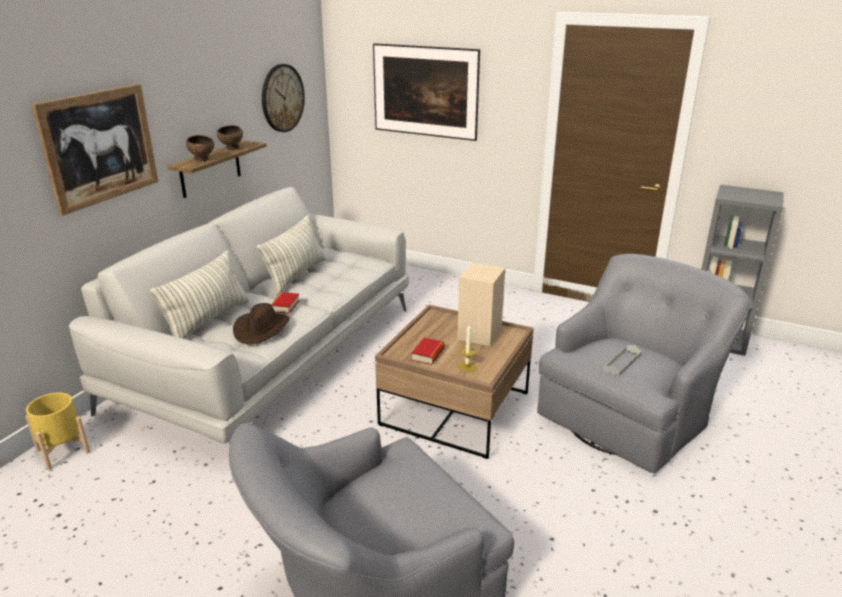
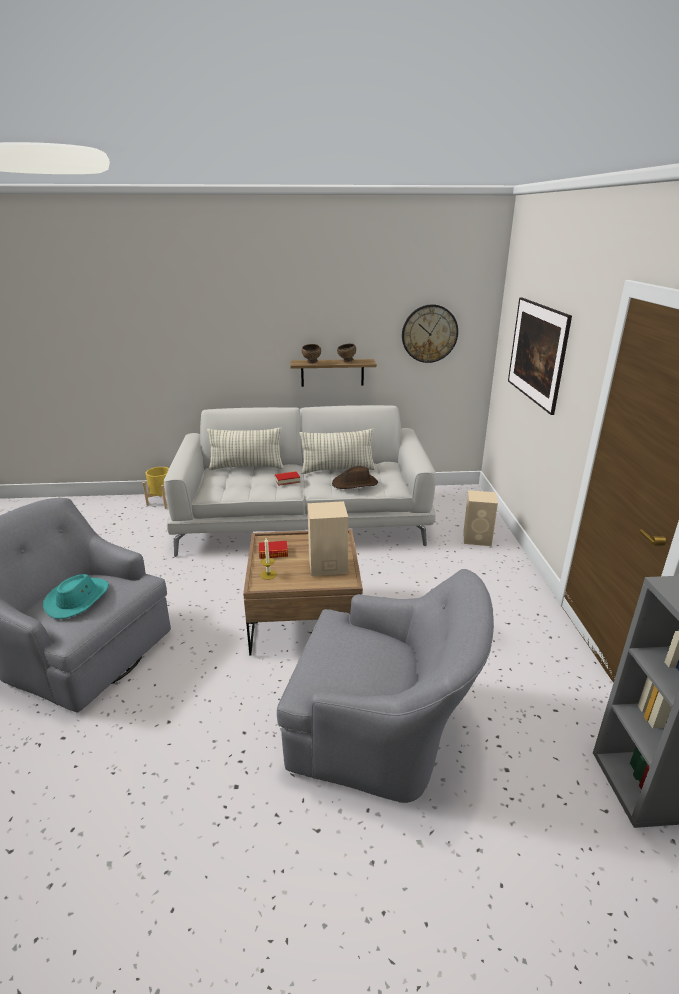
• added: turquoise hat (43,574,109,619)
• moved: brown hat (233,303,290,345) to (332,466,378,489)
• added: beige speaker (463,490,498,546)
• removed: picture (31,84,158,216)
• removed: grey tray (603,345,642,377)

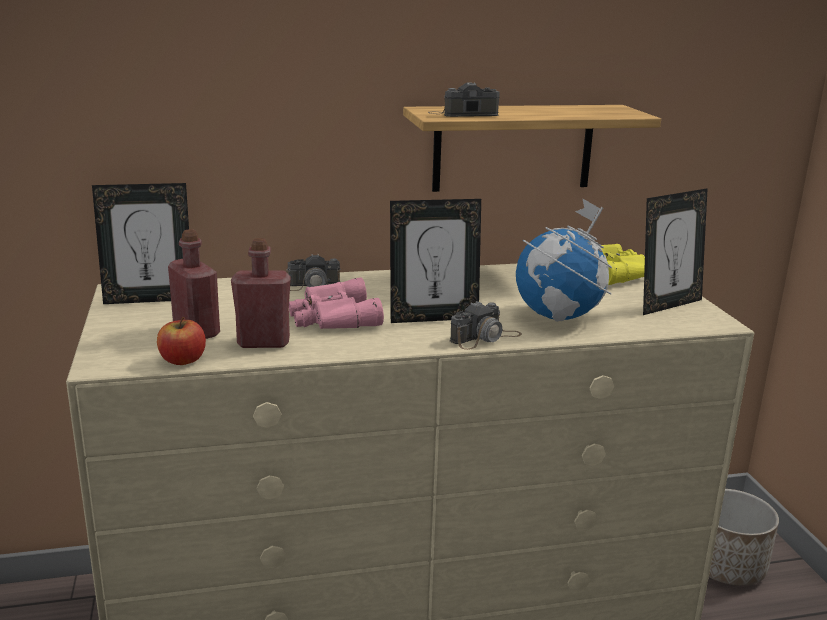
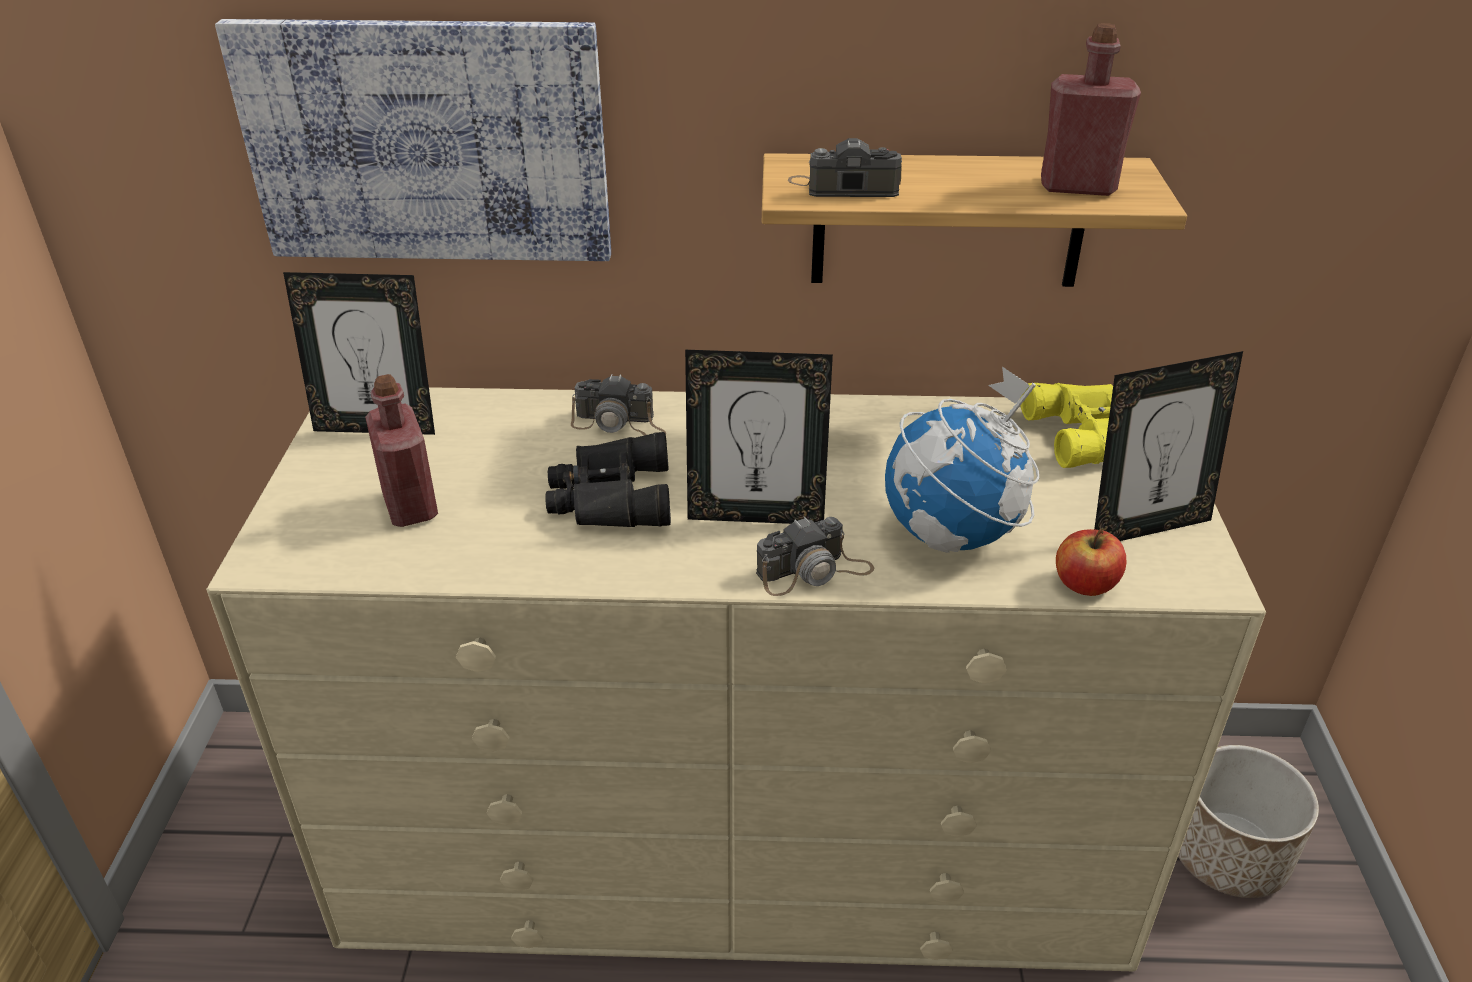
• added: picture (215,19,611,261)
• recoloured: pink binoculars (289,278,384,329) to black binoculars (545,432,671,527)
• moved: red bottle (231,238,291,348) to (1041,23,1141,196)
• moved: apple (157,317,206,365) to (1056,529,1126,596)

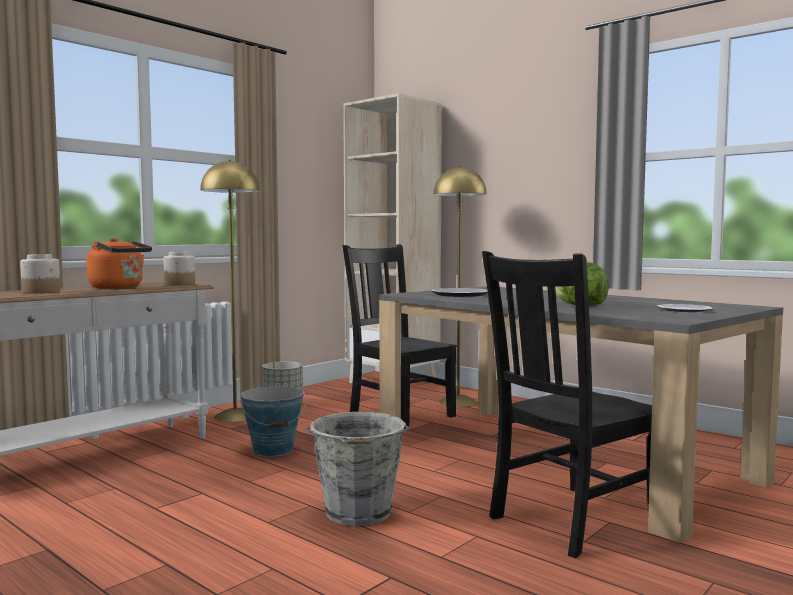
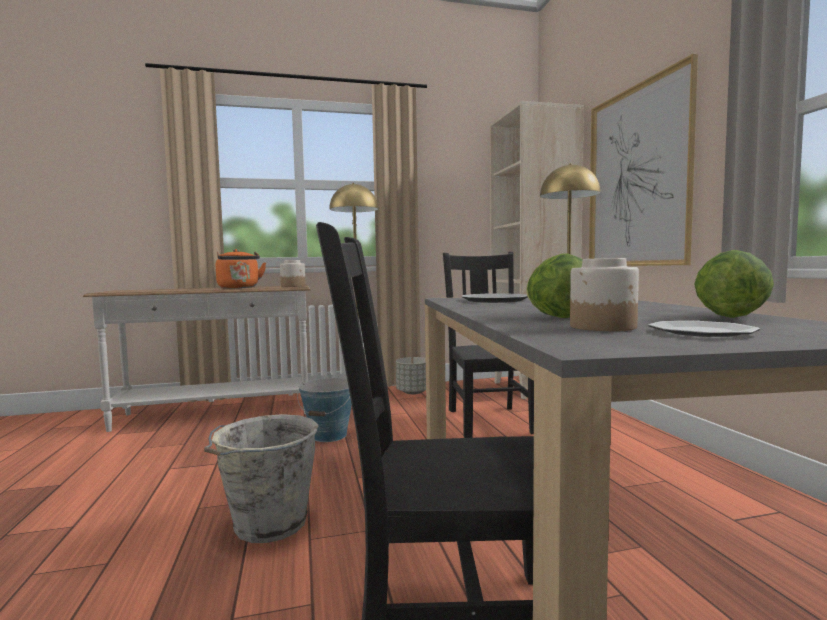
• moved: jar (20,254,60,293) to (570,258,639,331)
• added: picture (589,54,698,266)
• added: lettuce (694,250,774,318)

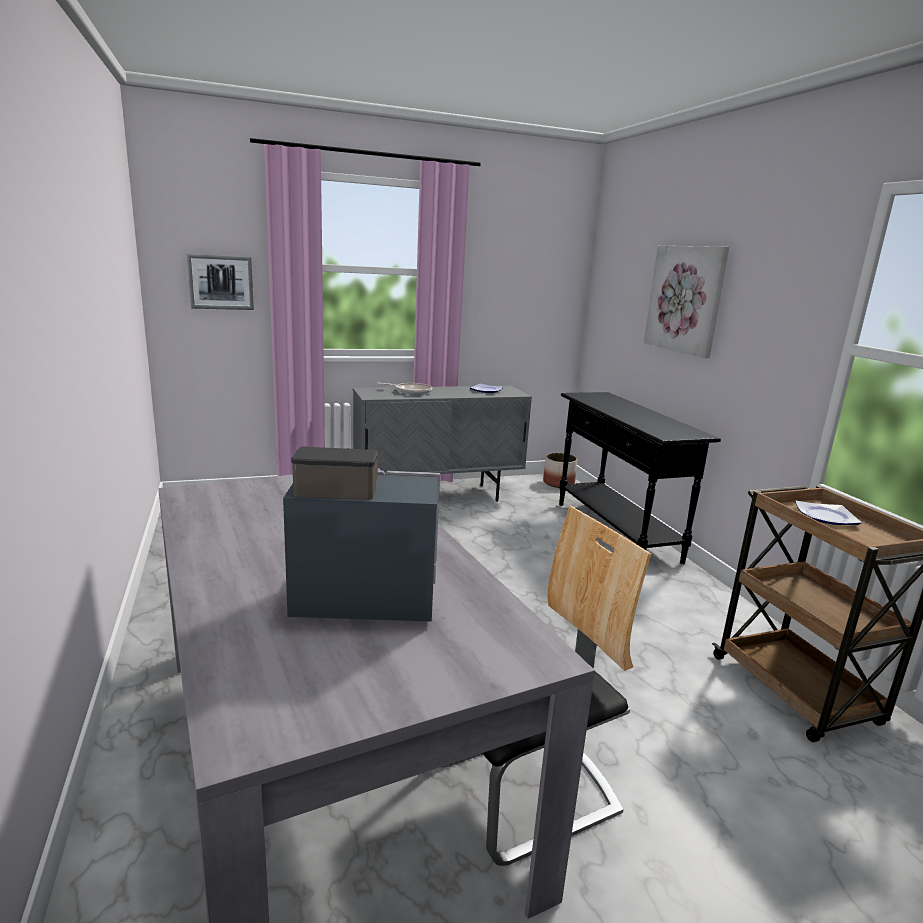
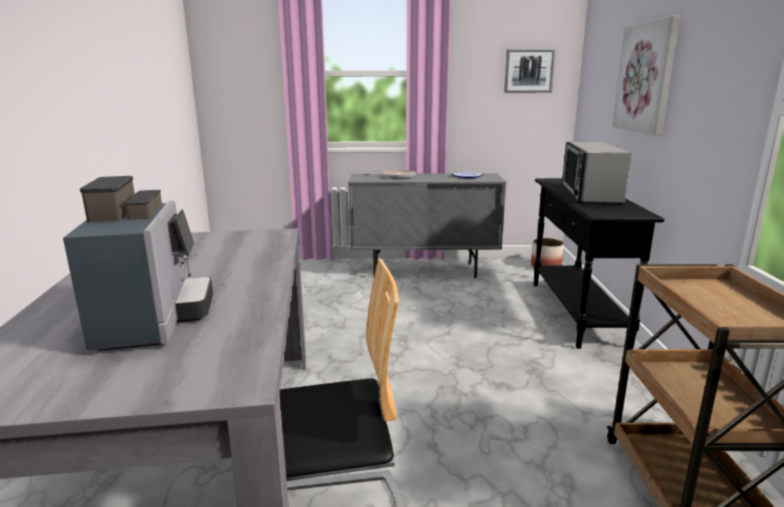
• turned: coffee machine (283,447,440,622) = (63,176,213,351) 60 degrees clockwise
• moved: picture (187,254,254,310) to (504,49,556,93)
• added: microwave (562,142,631,204)
• removed: plate (795,501,862,525)

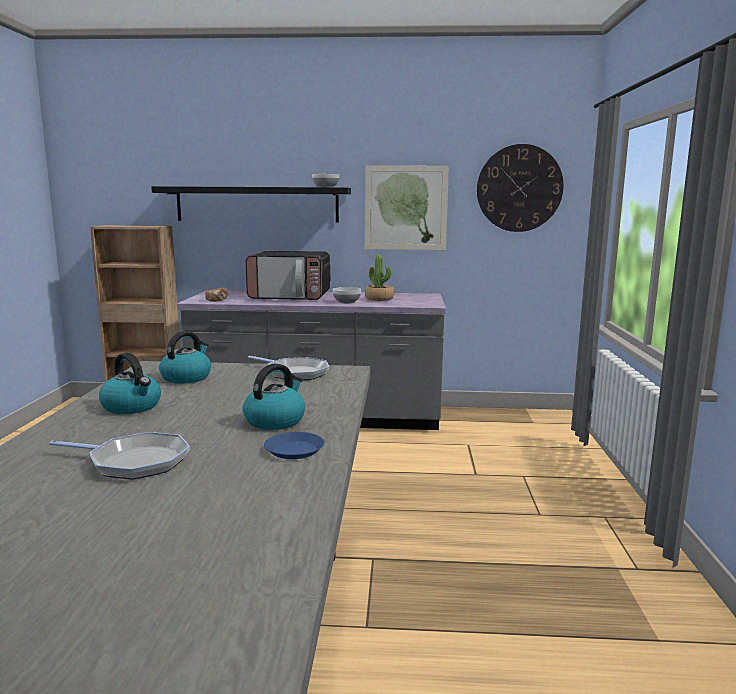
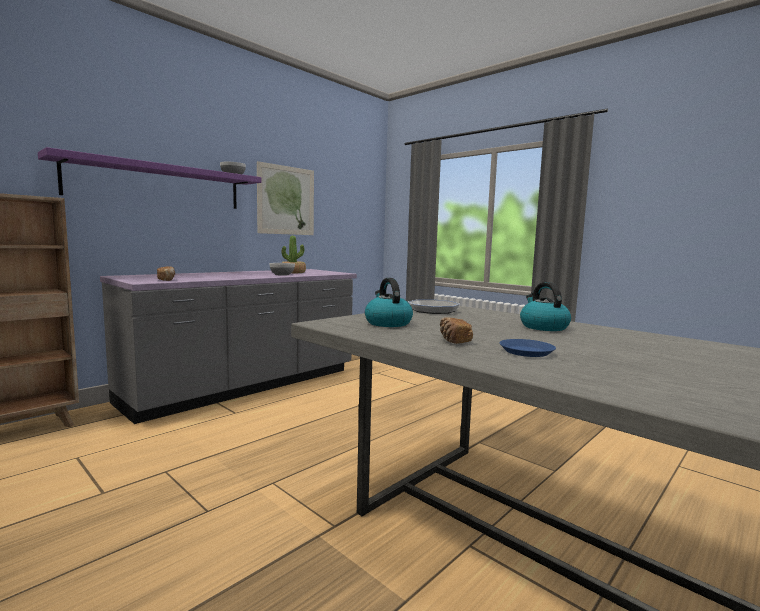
• recoloured: black shelf (151,186,351,222) to purple shelf (38,147,262,209)
• replaced: kettle (99,353,161,414) to bread (440,317,473,344)
• moved: blue plate (264,432,324,459) to (500,339,556,357)
• removed: frying pan (49,432,190,480)
• removed: microwave (246,251,330,300)
• removed: wall clock (477,144,564,232)

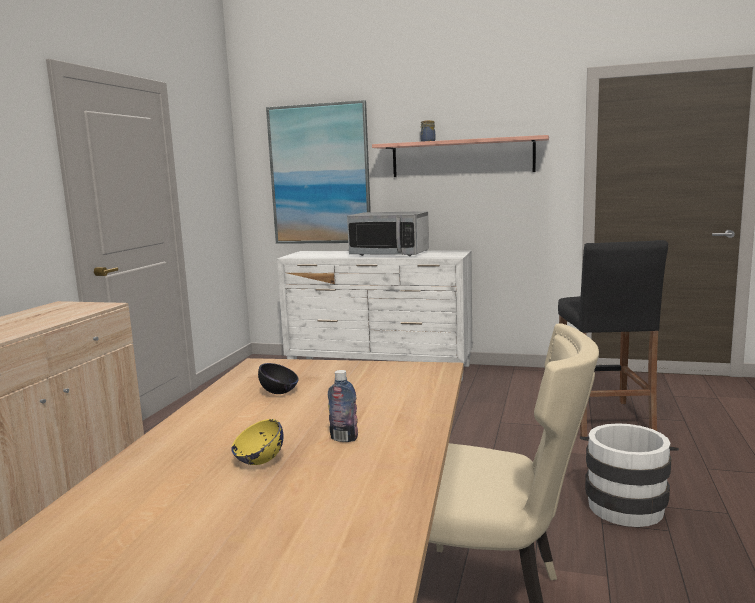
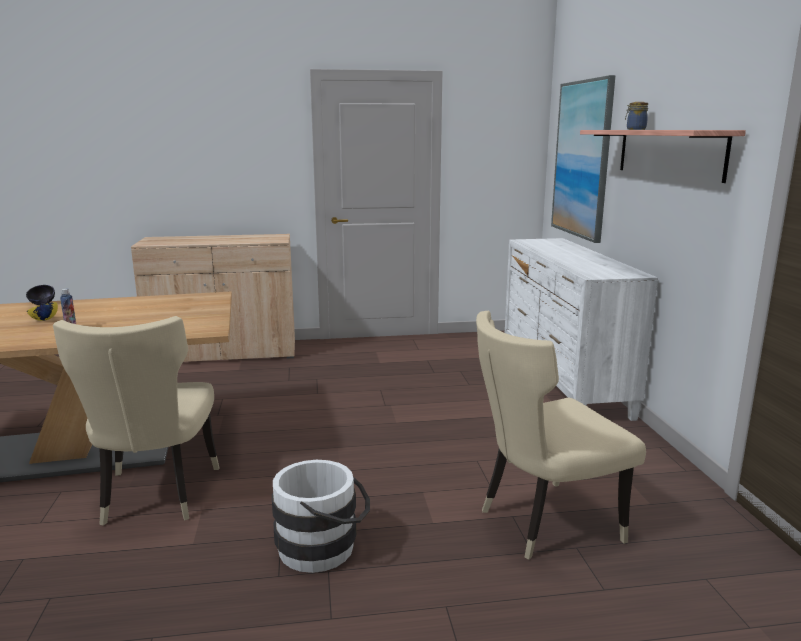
• moved: black bowl (258,363,299,394) to (26,285,55,305)
• replaced: black stool (558,240,668,437) to beige chair (476,311,646,560)
• removed: microwave (347,211,429,256)

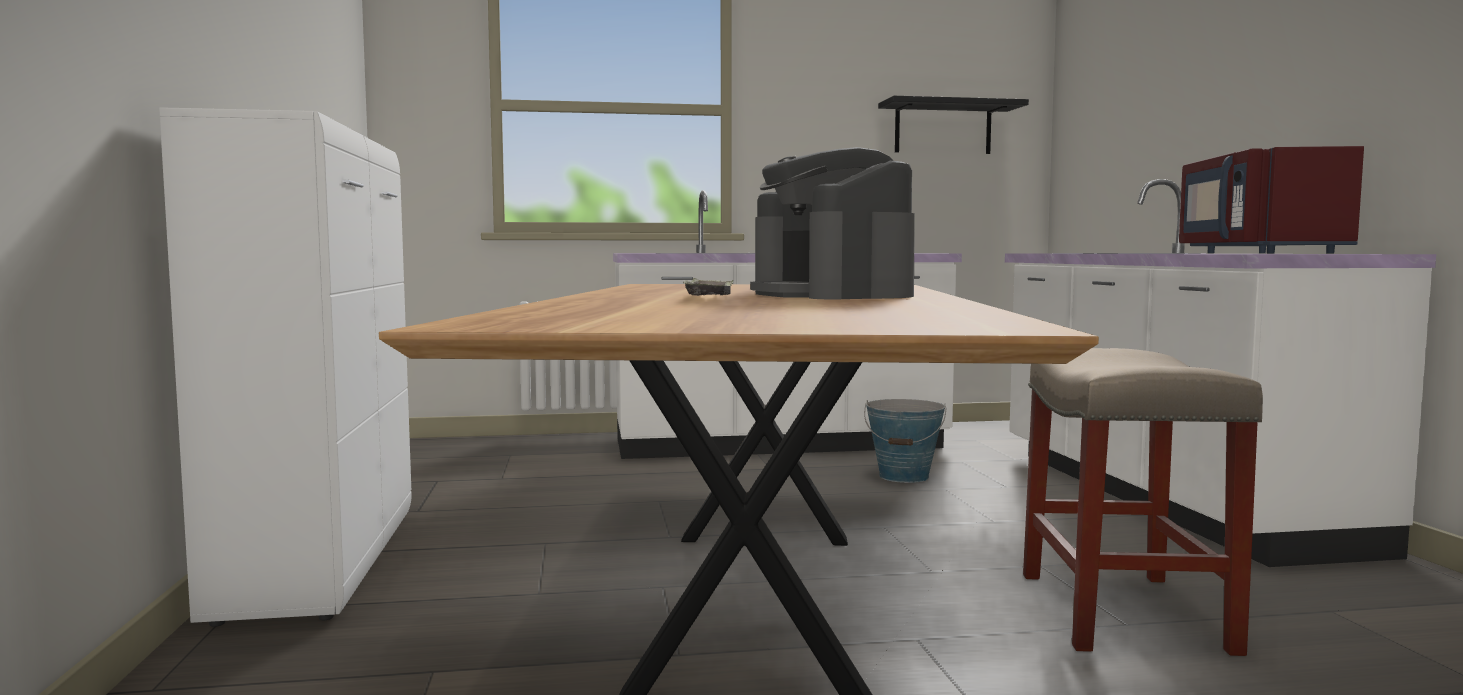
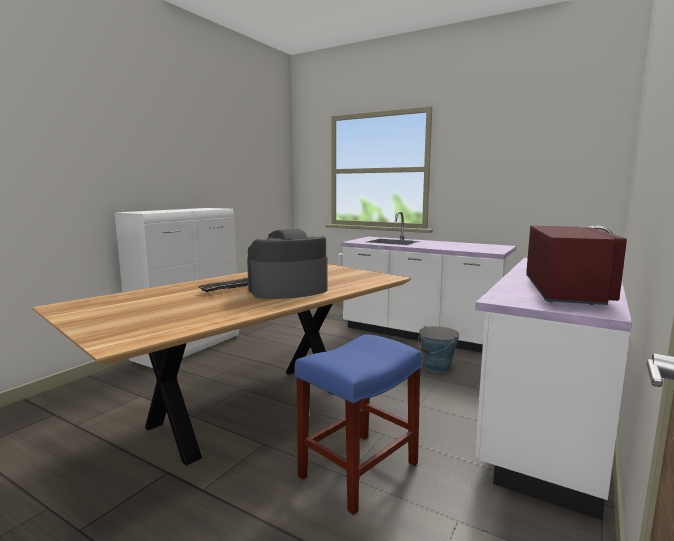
• turned: coffee machine (750,147,915,299) = (247,229,328,299) 45 degrees clockwise
• recoloured: beige stool (1023,348,1263,656) to blue stool (295,334,422,515)
• turned: red microwave (1179,146,1364,254) = (526,226,627,305) 150 degrees clockwise
• removed: black shelf (878,96,1029,154)

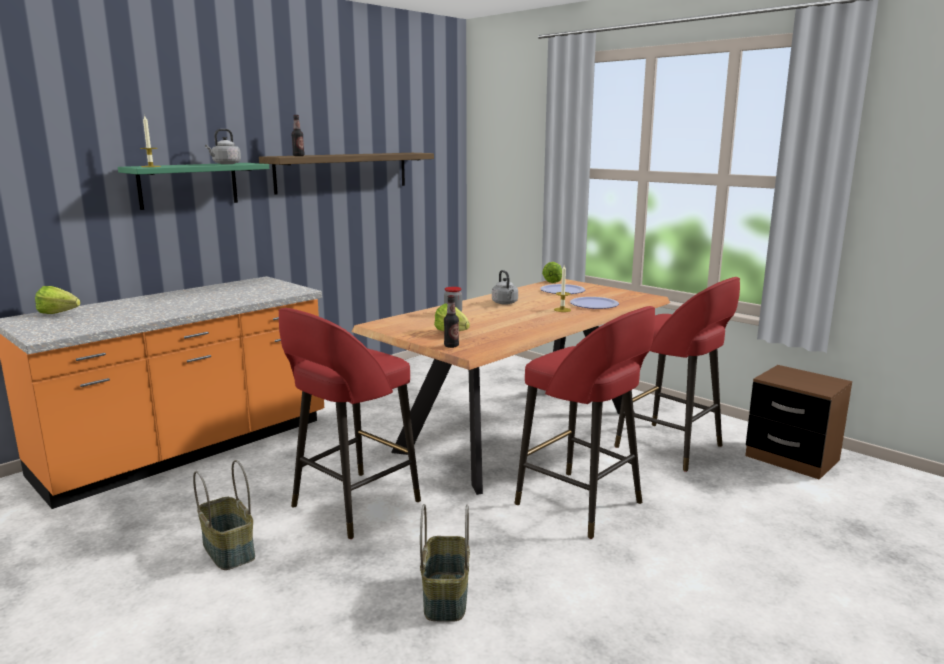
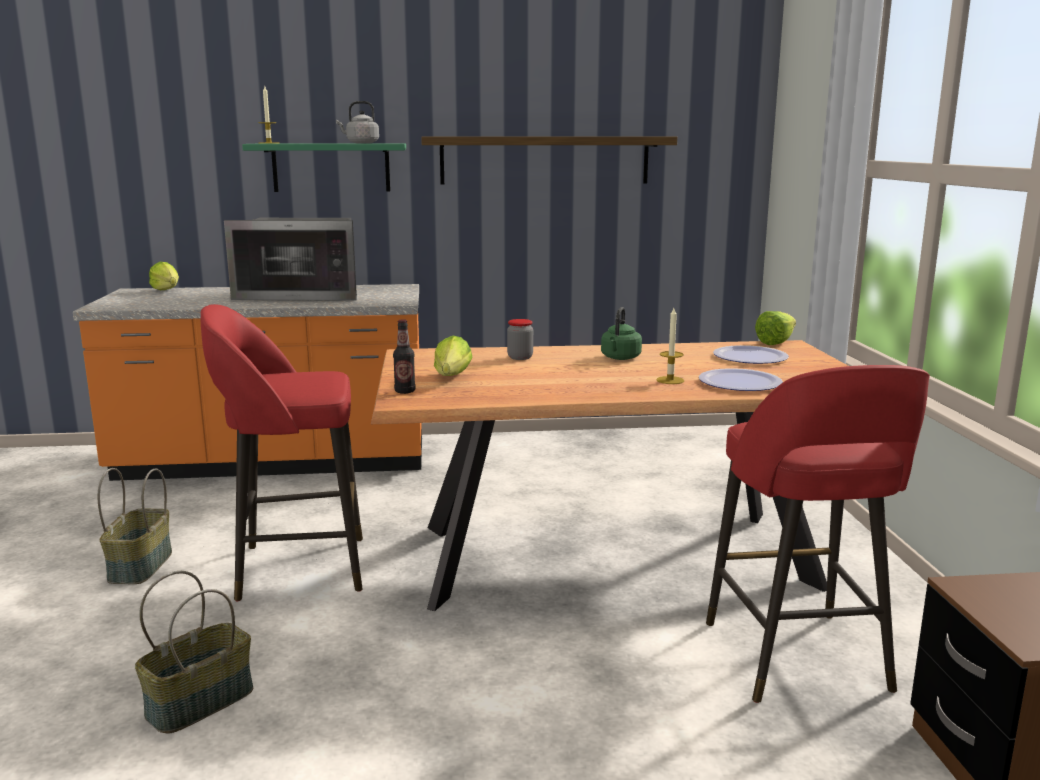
• added: microwave (224,218,357,301)
• recoloured: grey kettle (492,270,518,305) to green kettle (601,307,642,360)
• removed: bottle (291,115,304,156)
• removed: red stool (515,306,655,539)

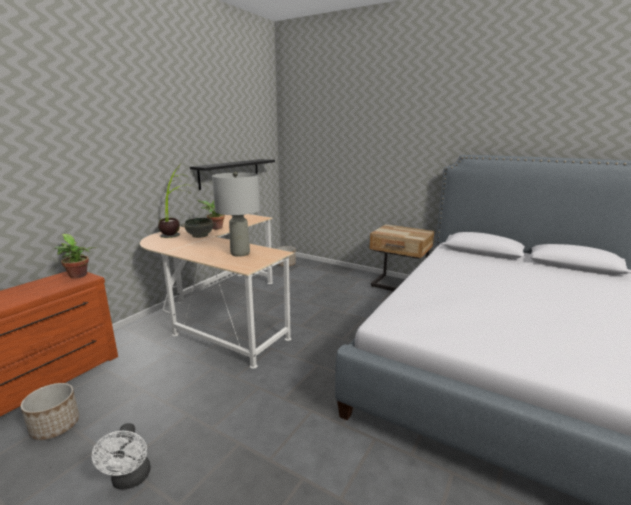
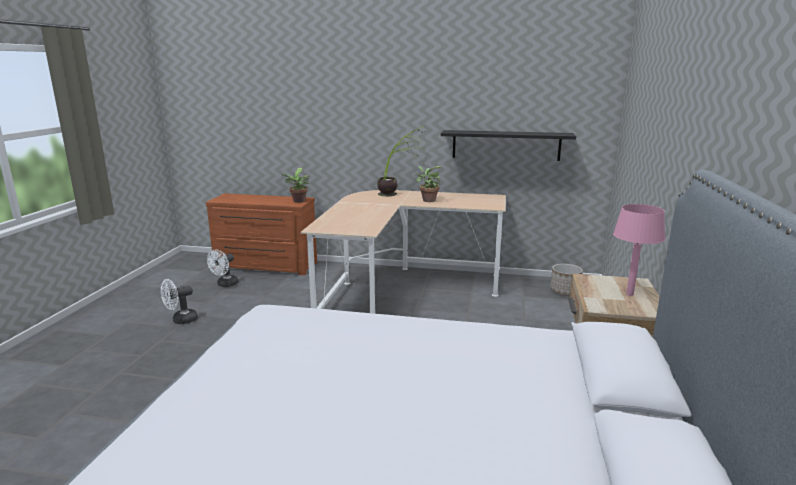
• replaced: planter (20,383,79,440) to white fan (207,249,239,287)
• added: pink table lamp (613,204,665,296)
• removed: grey bowl (181,218,216,238)
• removed: grey table lamp (212,171,260,257)

